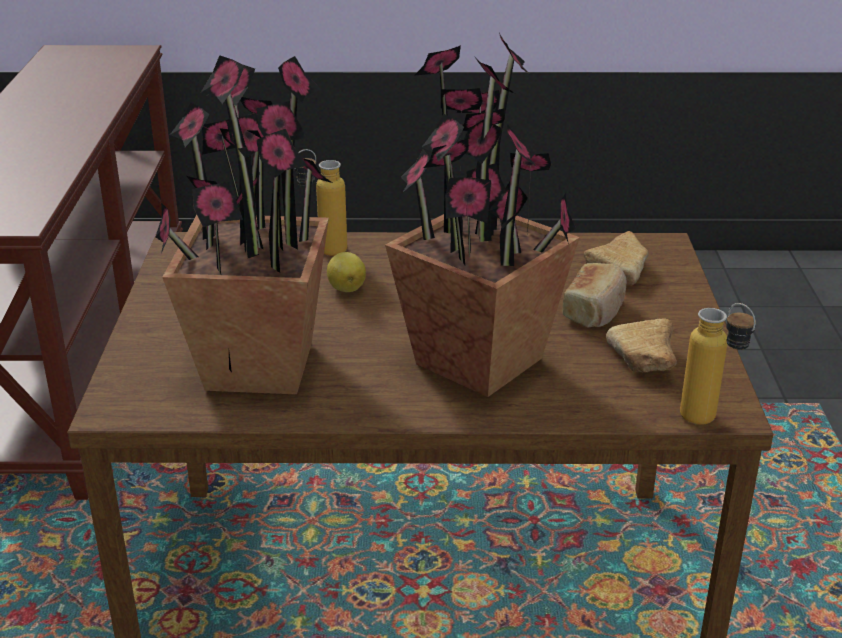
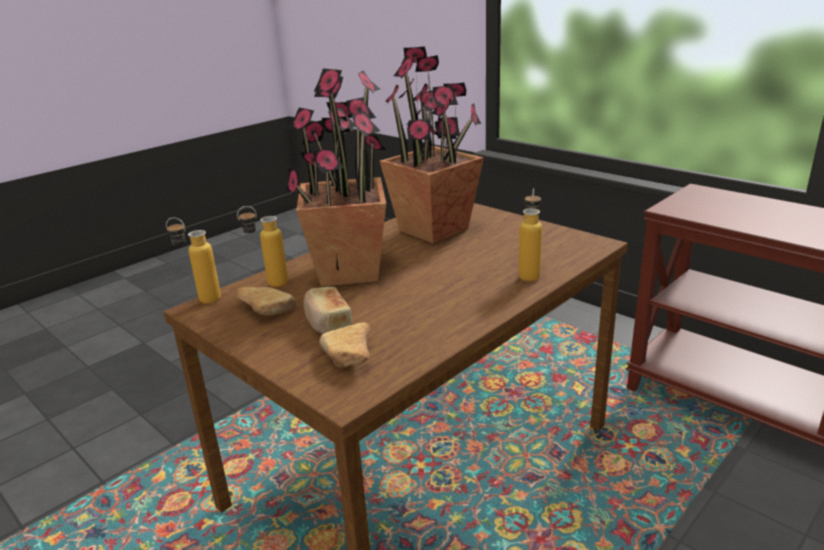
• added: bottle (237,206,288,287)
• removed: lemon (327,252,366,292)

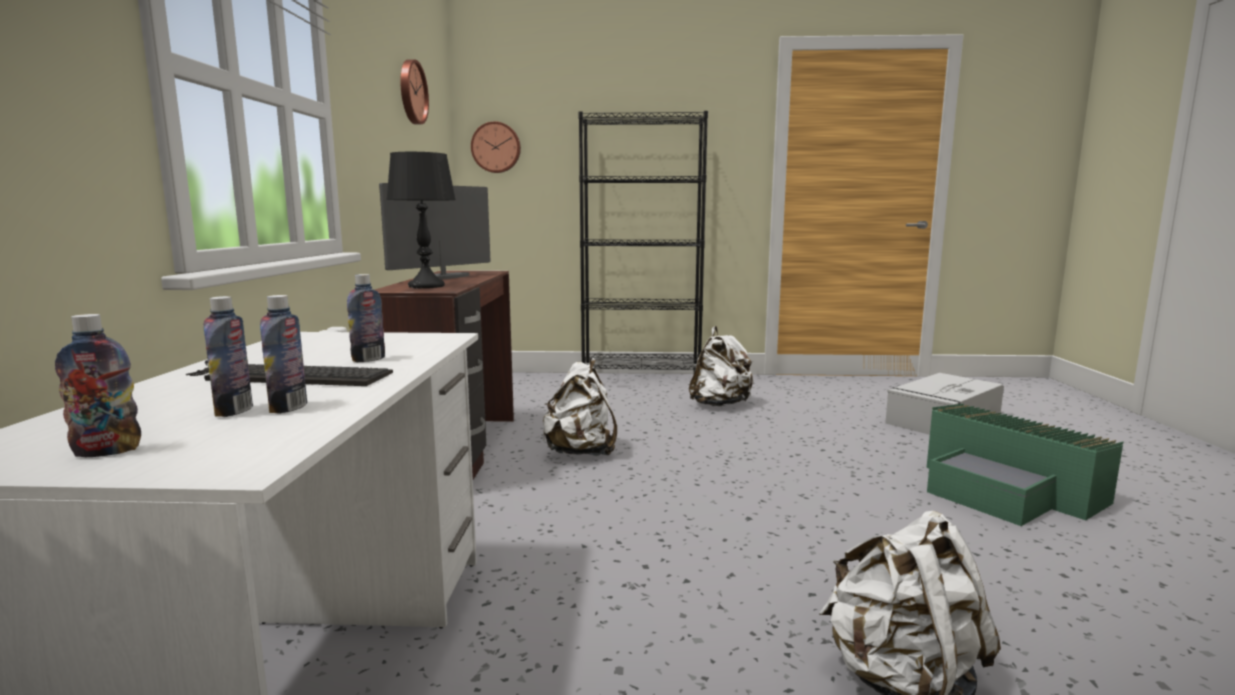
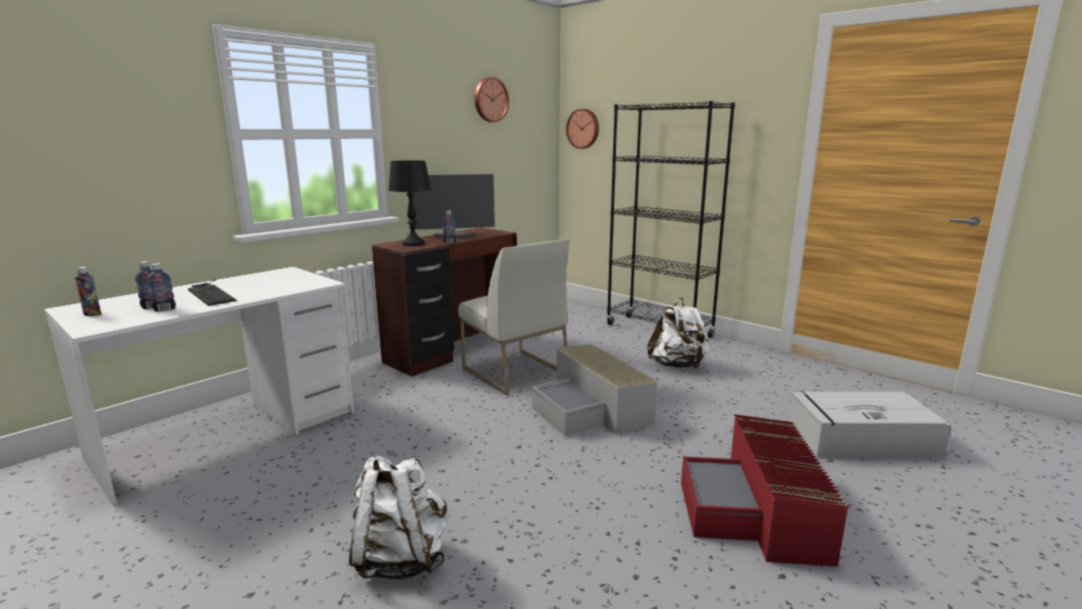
• moved: bottle (347,274,385,363) to (442,211,457,243)
• replaced: white backpack (543,358,617,456) to white chair (458,239,569,396)
• added: grey storage box (532,344,658,436)
• recoloured: green storage box (926,404,1124,526) to red storage box (681,414,850,566)

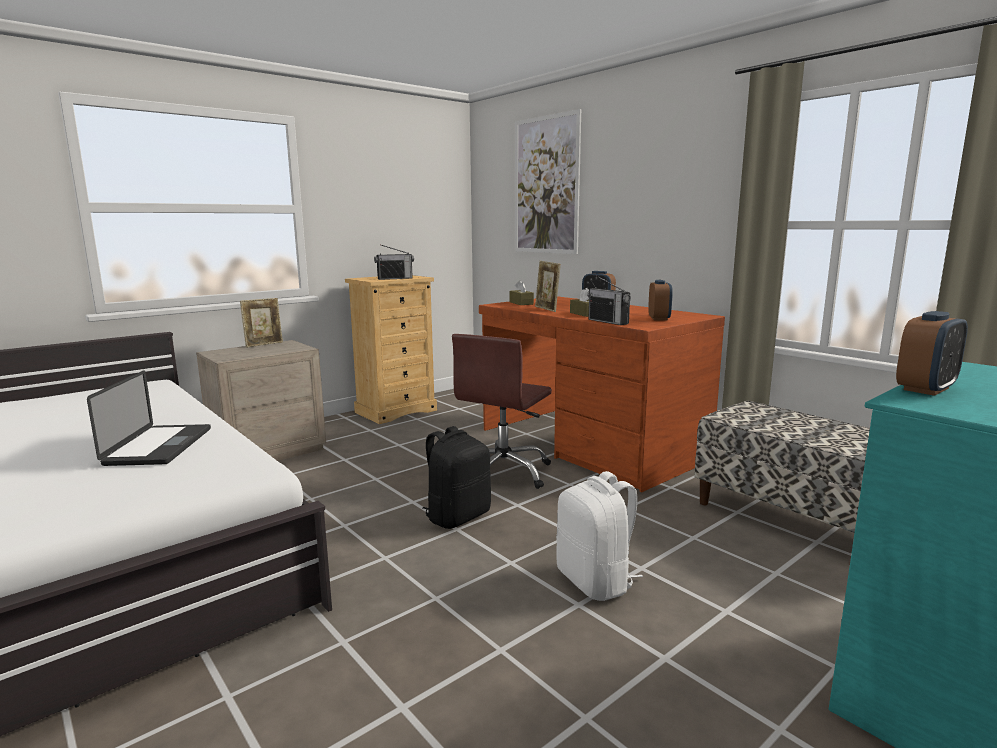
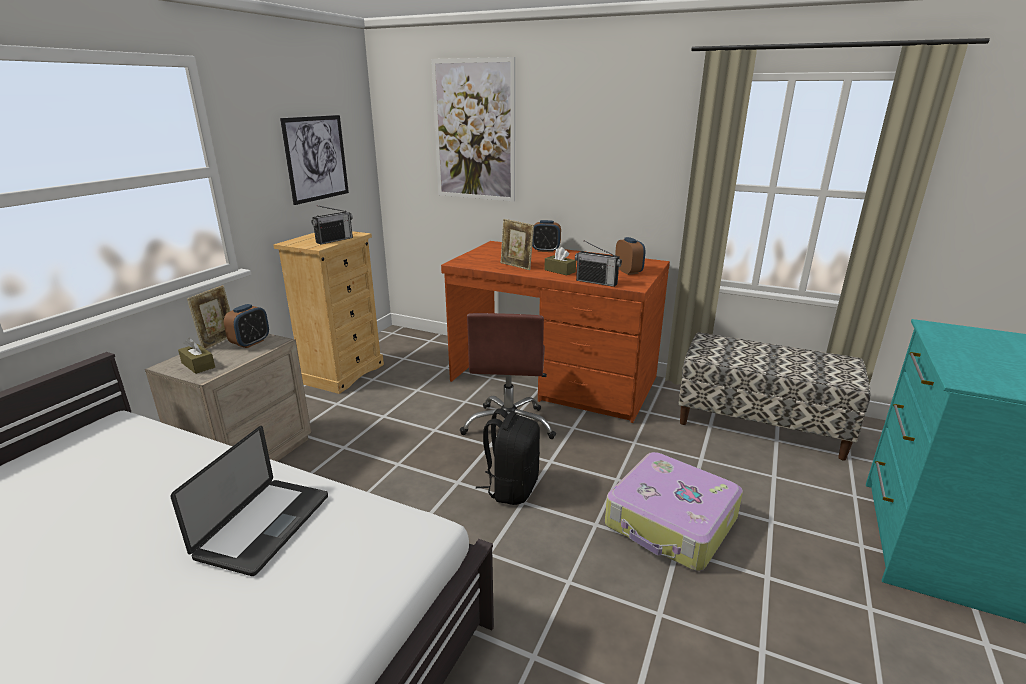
• turned: laptop (87,371,211,466) = (171,426,328,576) 45 degrees clockwise
• moved: brown tissue box (510,280,534,305) to (178,338,215,374)
• moved: alarm clock (896,311,968,396) to (224,304,269,348)
• added: picture (280,115,349,205)
• replaced: white backpack (556,471,643,601) to suitcase (605,452,743,571)

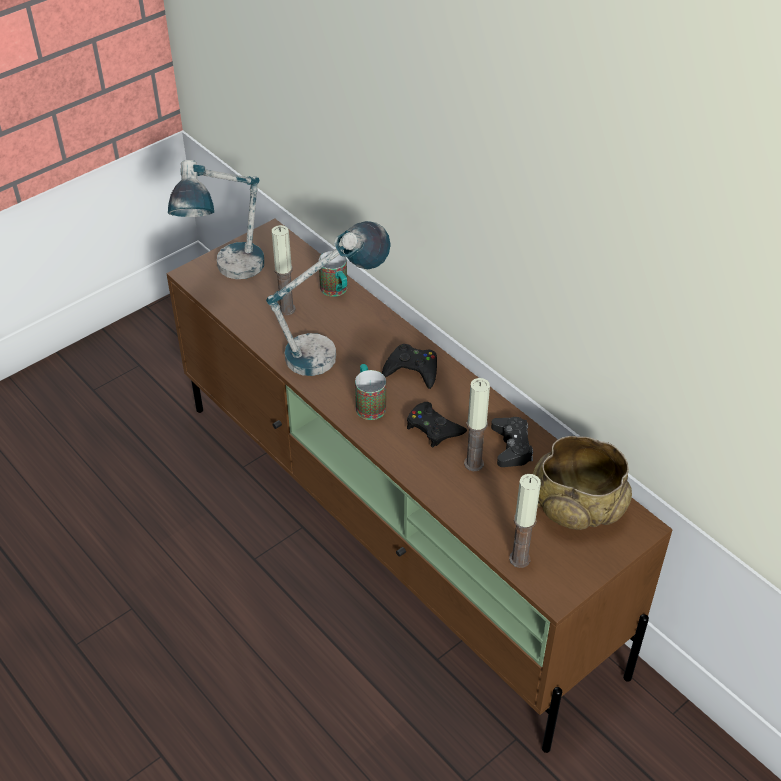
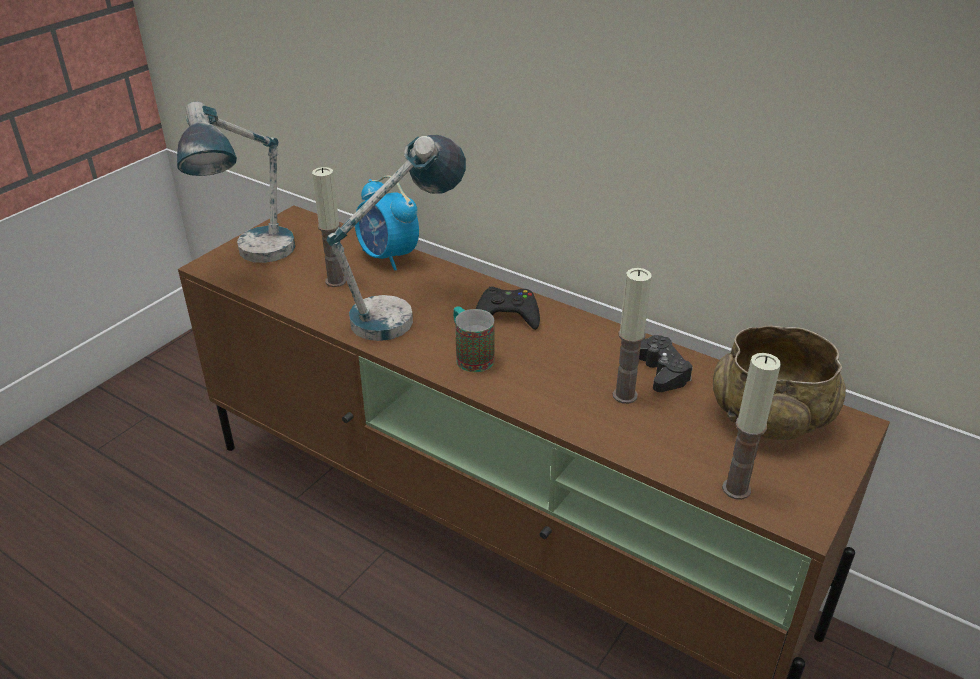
• replaced: mug (318,251,348,297) to alarm clock (355,175,419,271)
• removed: black game controller (407,402,467,447)

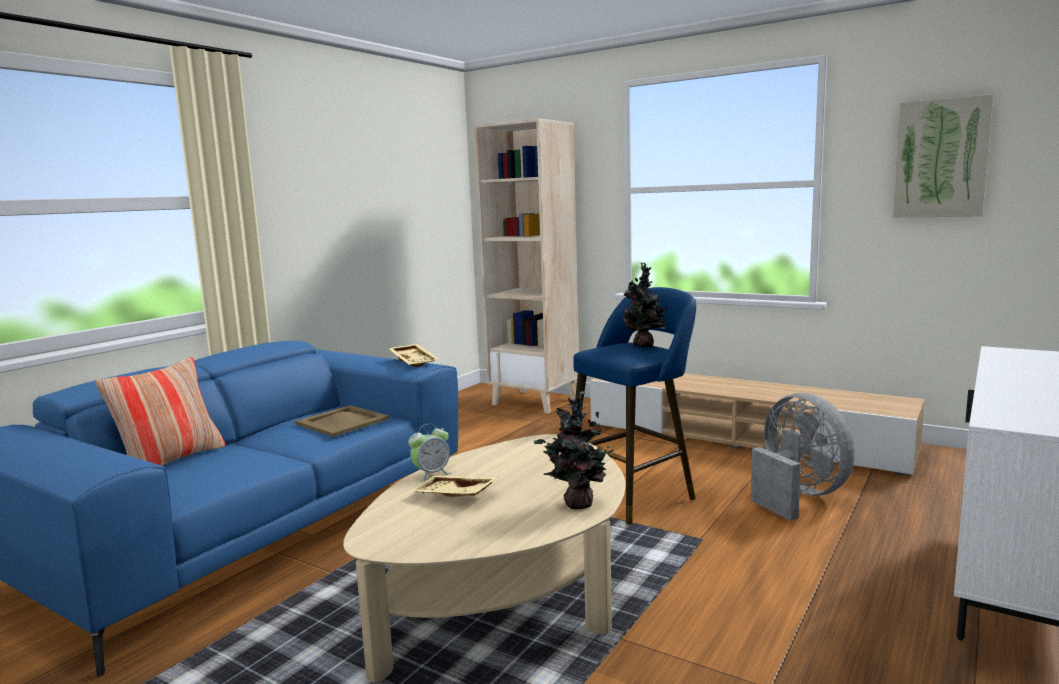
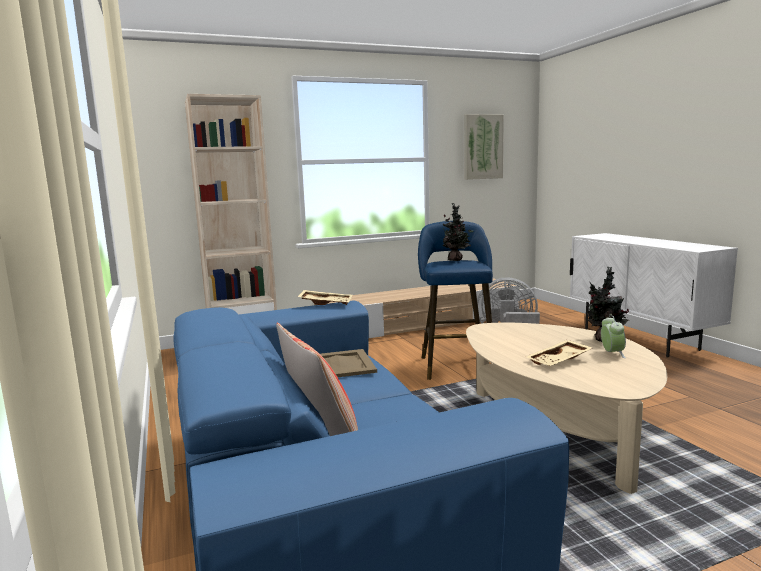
• moved: alarm clock (408,424,451,482) to (601,315,626,358)

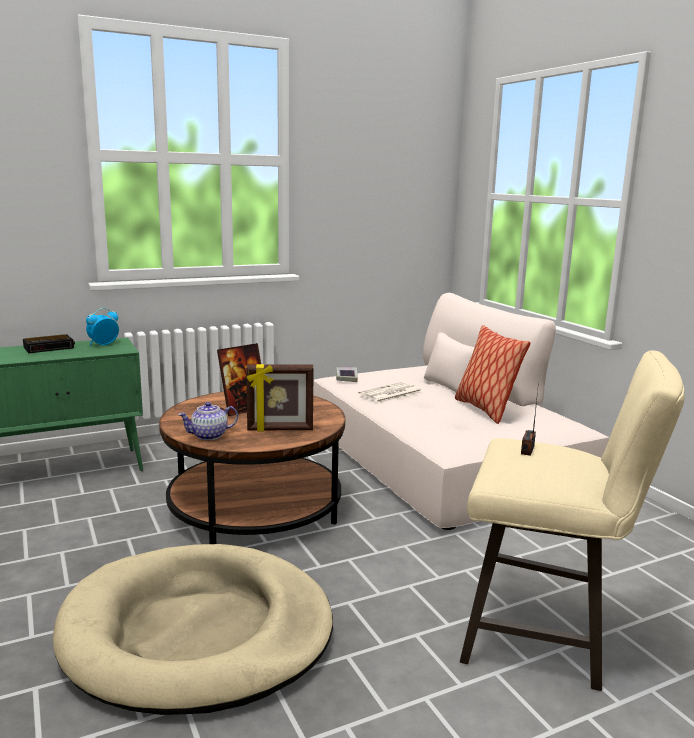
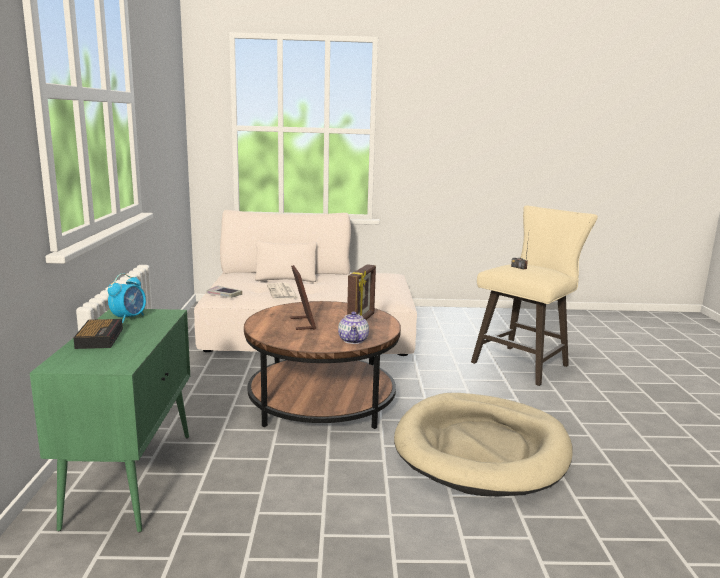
• turned: alarm clock (86,308,119,346) = (108,273,146,323) 135 degrees counterclockwise
• removed: pillow (455,325,531,424)

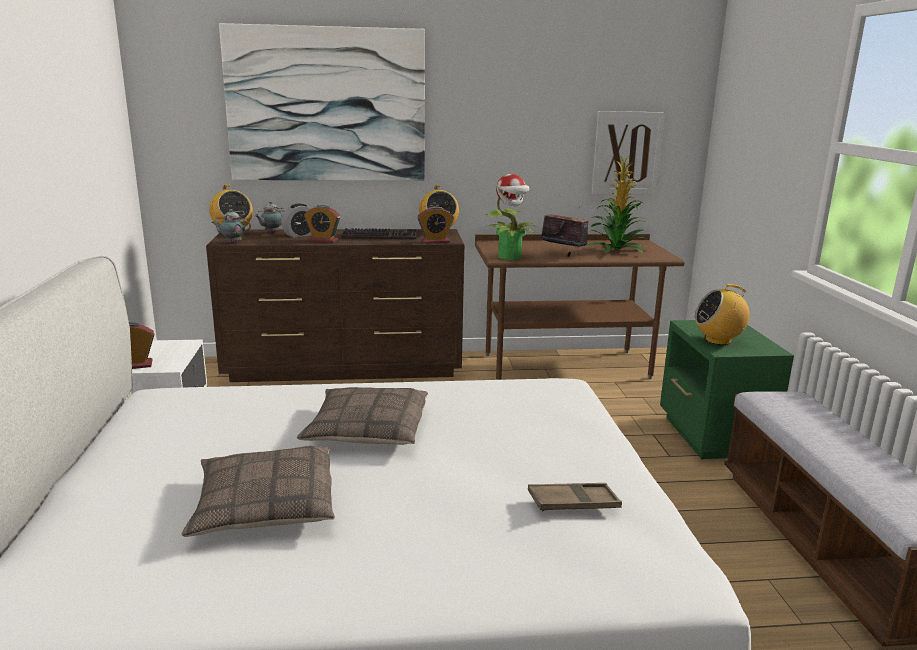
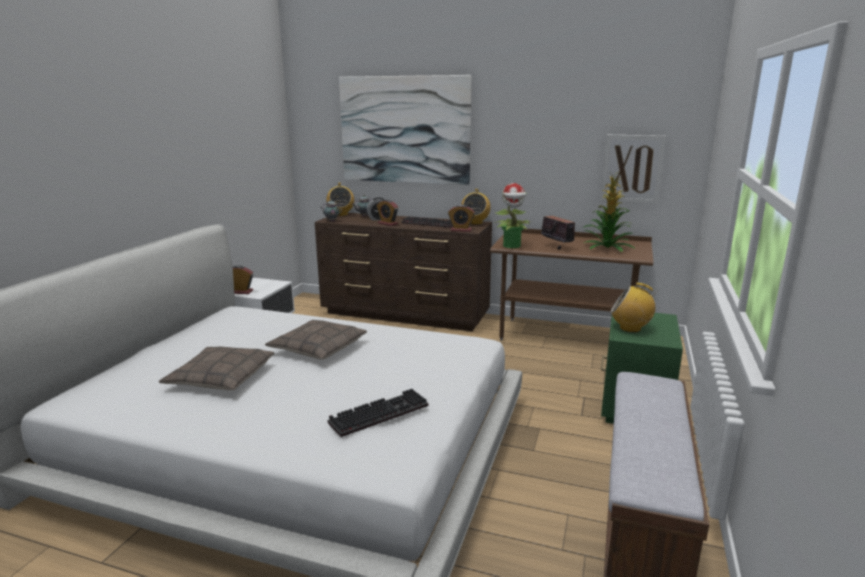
• replaced: brown tray (528,483,622,511) to keyboard (327,389,428,437)

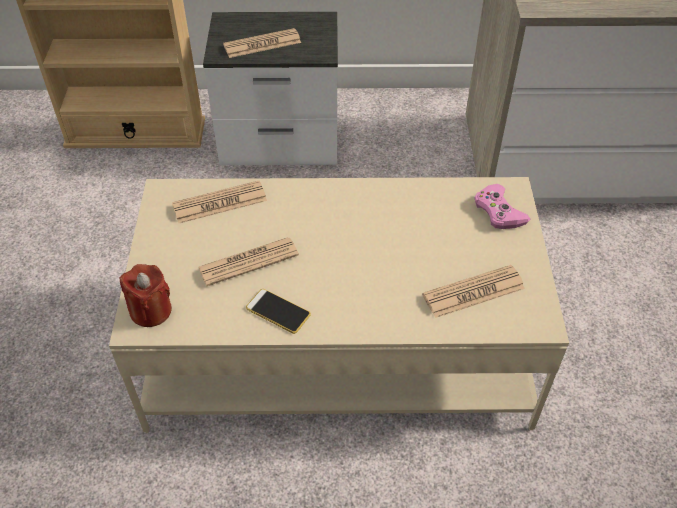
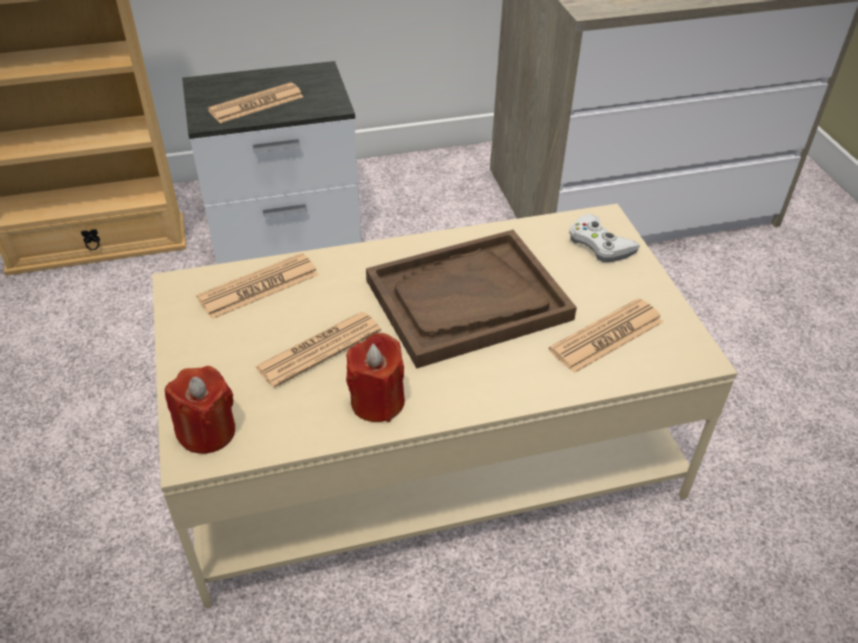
• replaced: phone (246,289,311,334) to red candle (346,333,405,422)
• added: brown tray (366,230,577,368)
• recoloured: pink game controller (474,184,531,229) to white game controller (569,214,640,262)

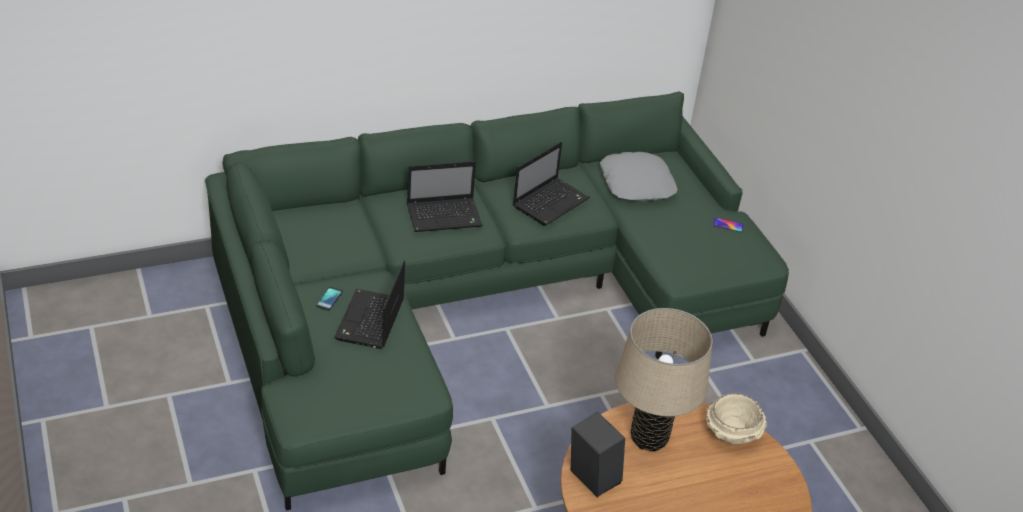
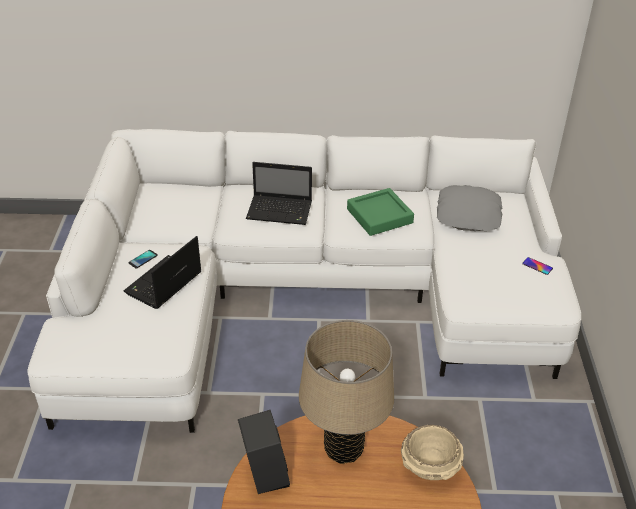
• recoloured: green sofa (205,92,789,511) to white sofa (27,129,581,433)
• replaced: laptop (513,142,590,226) to green tray (347,188,414,236)

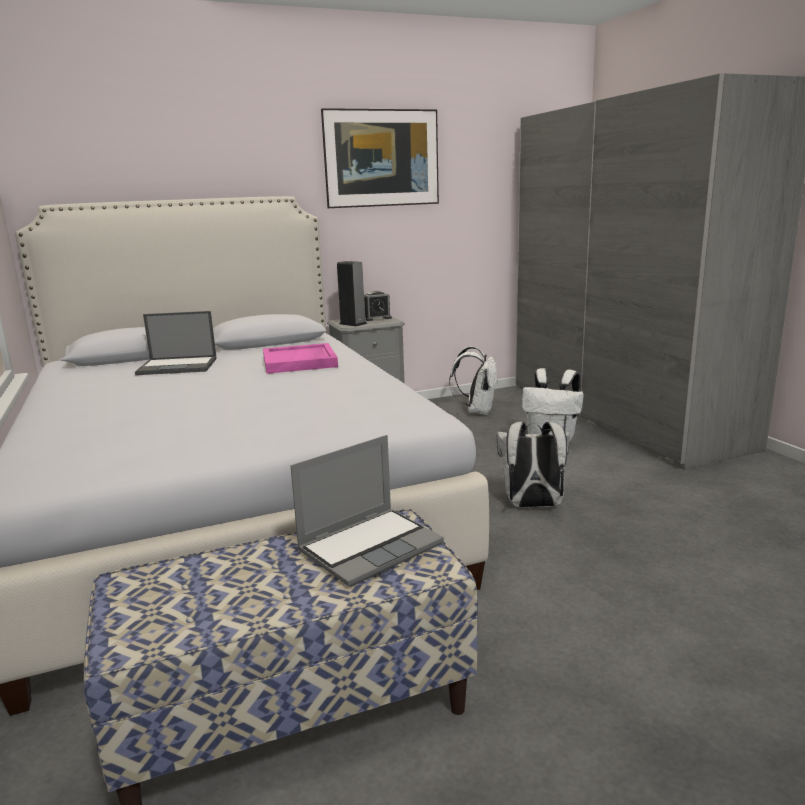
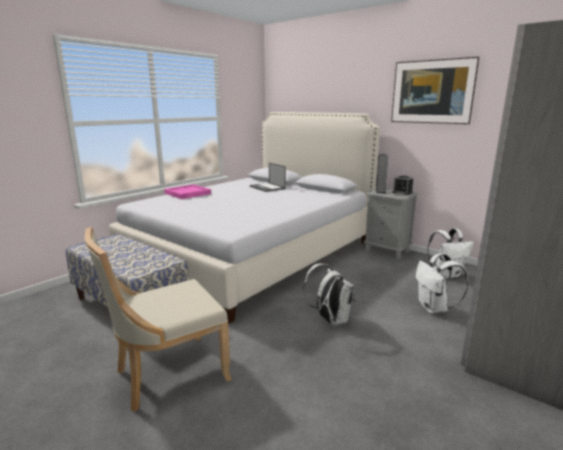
• added: beige chair (85,227,232,412)
• moved: pink tray (263,343,338,374) to (164,184,211,199)
• removed: laptop (290,435,444,587)

